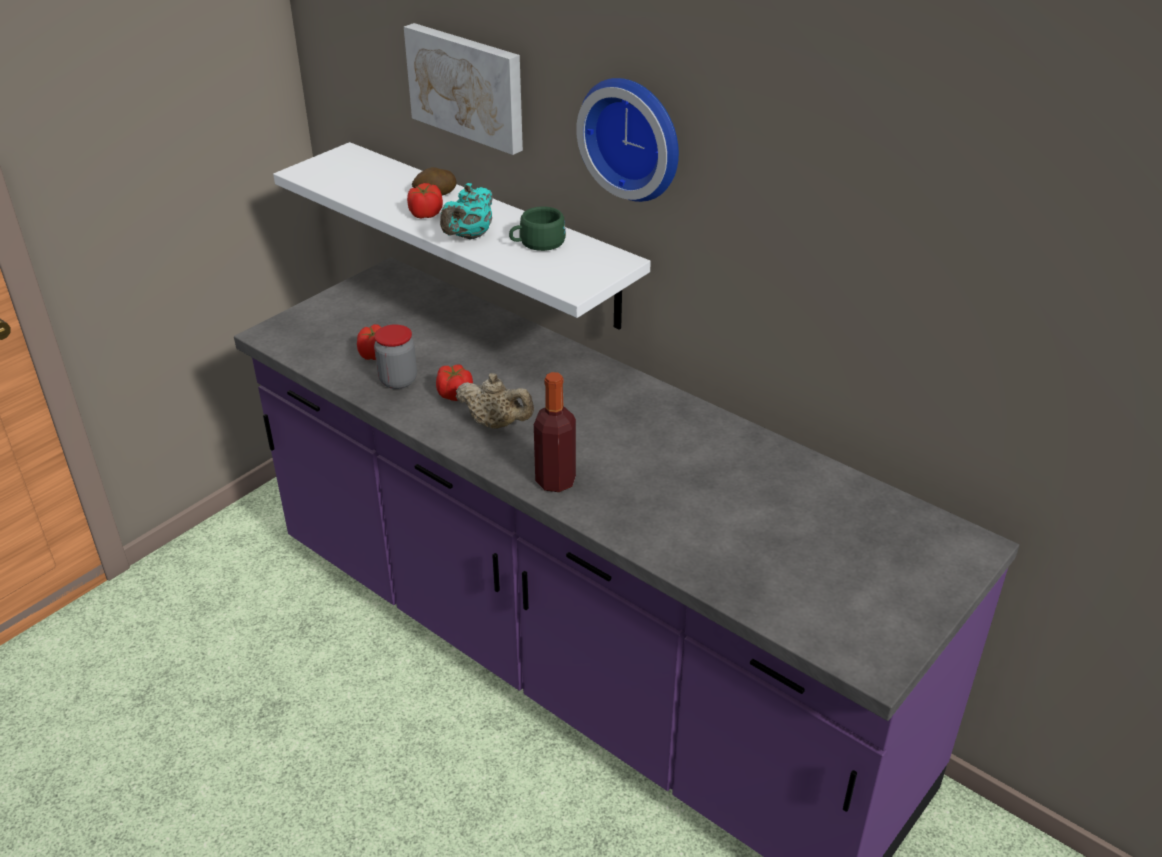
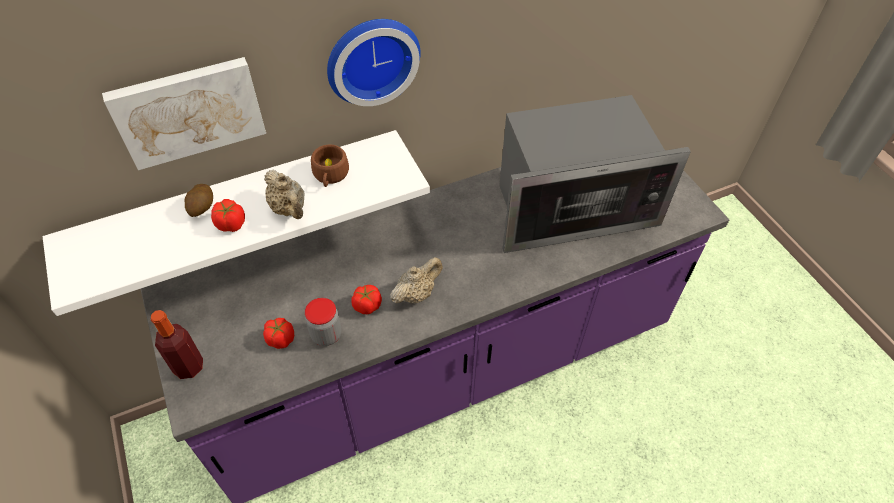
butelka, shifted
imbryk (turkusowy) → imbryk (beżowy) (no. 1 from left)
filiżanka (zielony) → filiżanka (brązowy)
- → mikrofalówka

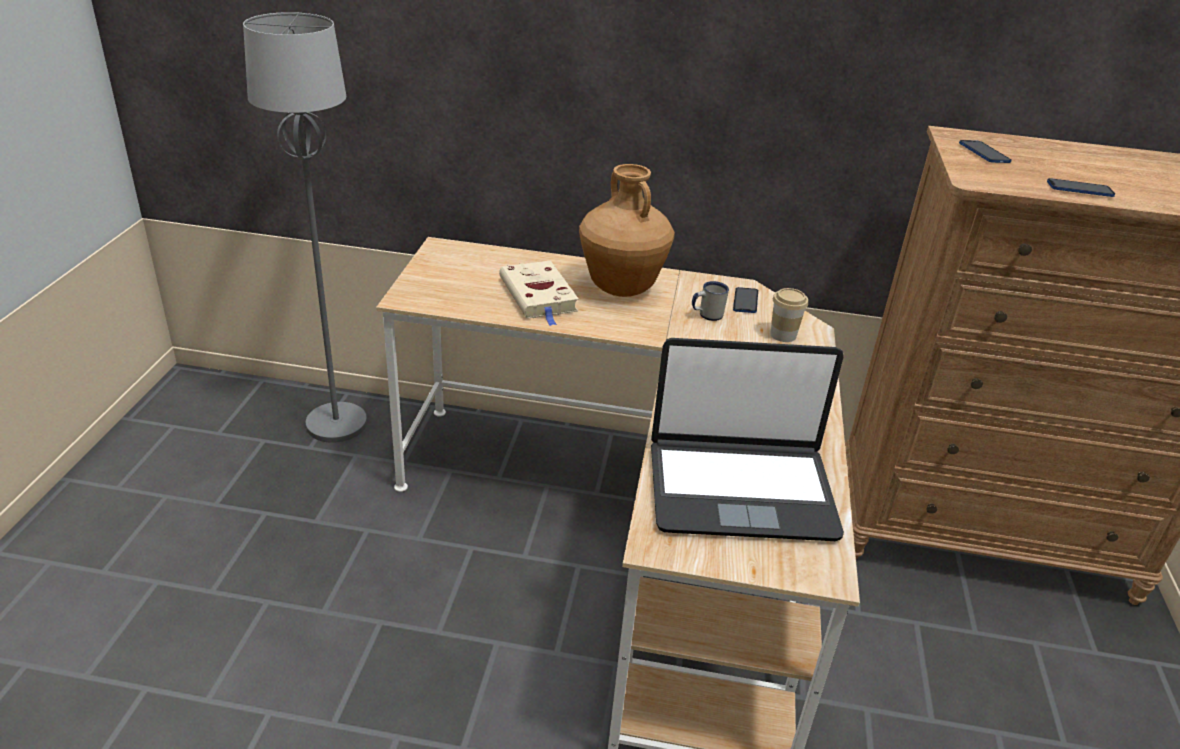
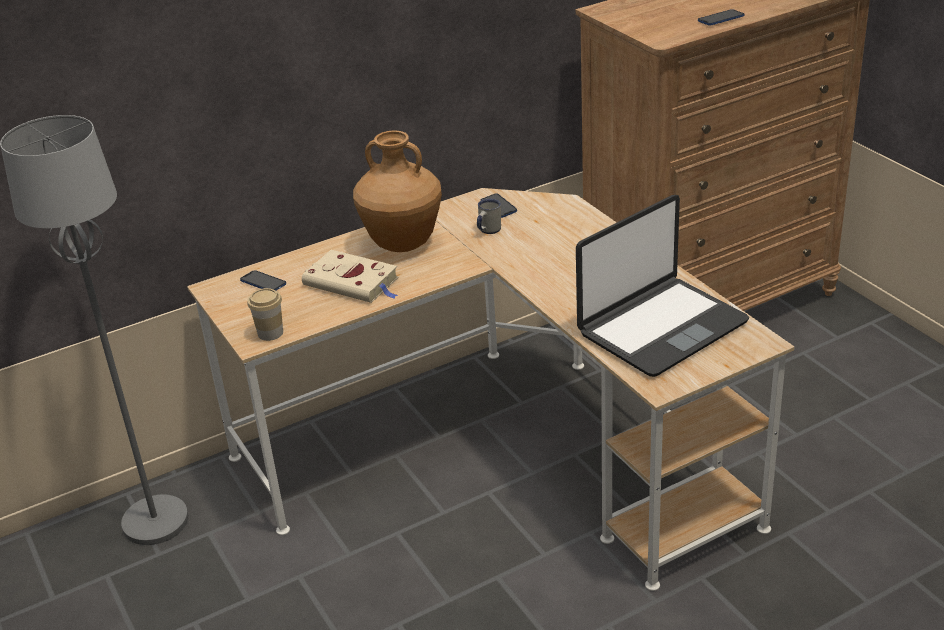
telefon (no. 2 from left in the first image) → telefon (no. 1 from left), shifted
filiżanka, shifted

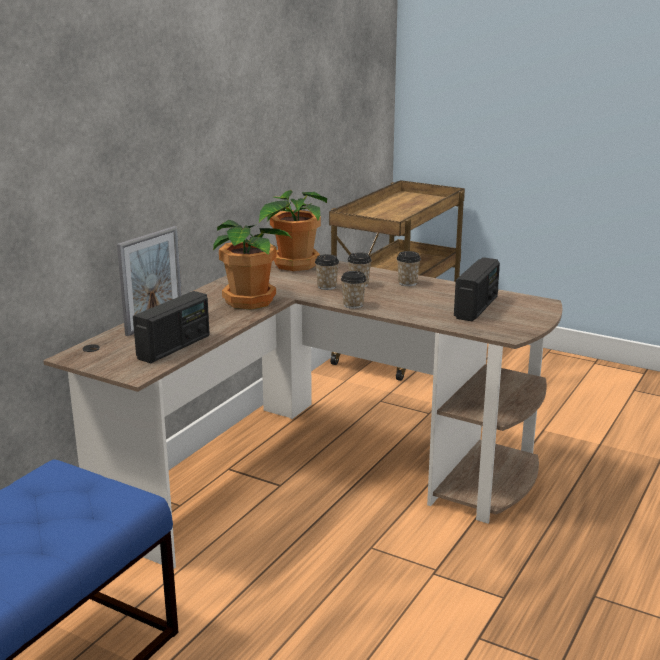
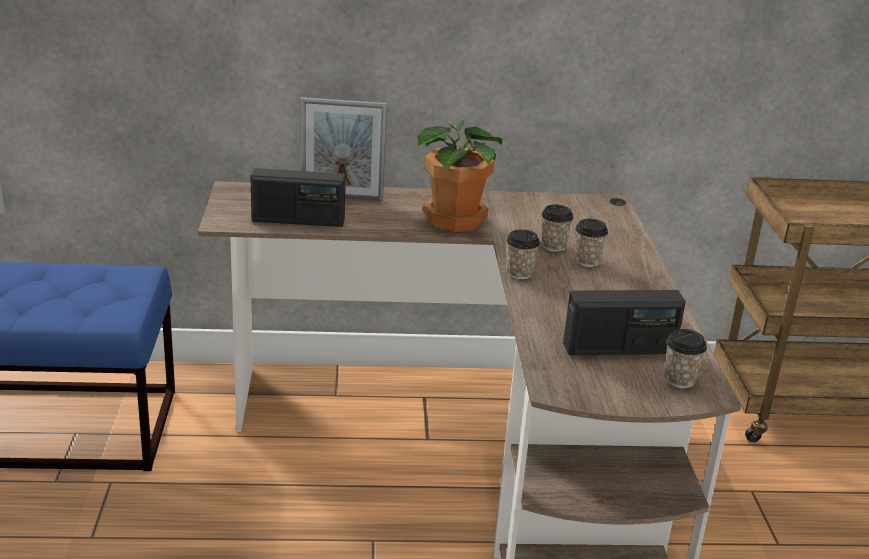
filiżanka (no. 4 from left), shifted
roślina doniczkowa (no. 2 from left) → -

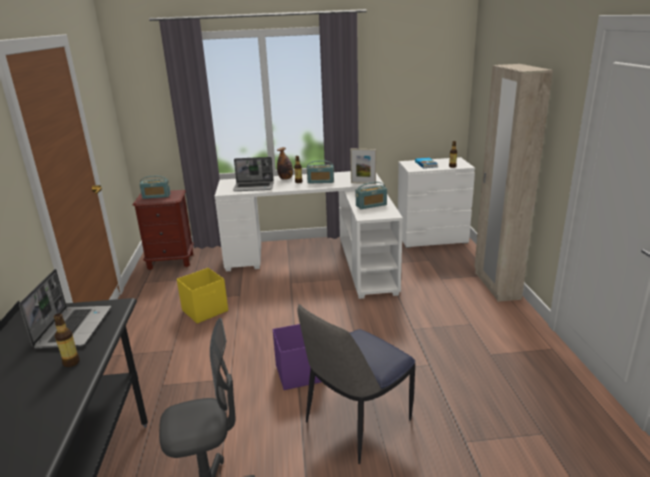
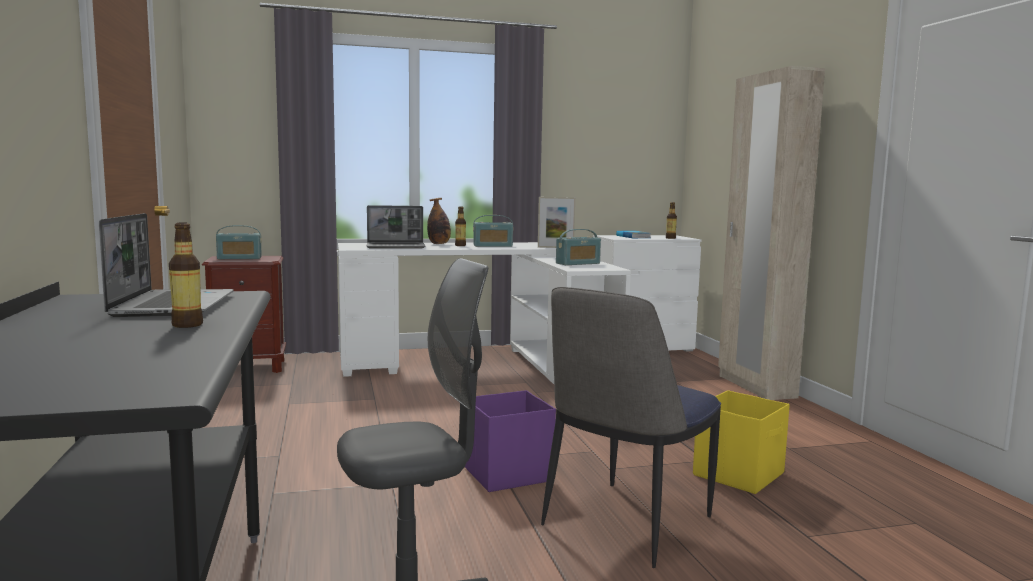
pojemnik do przechowywania (żółty), shifted

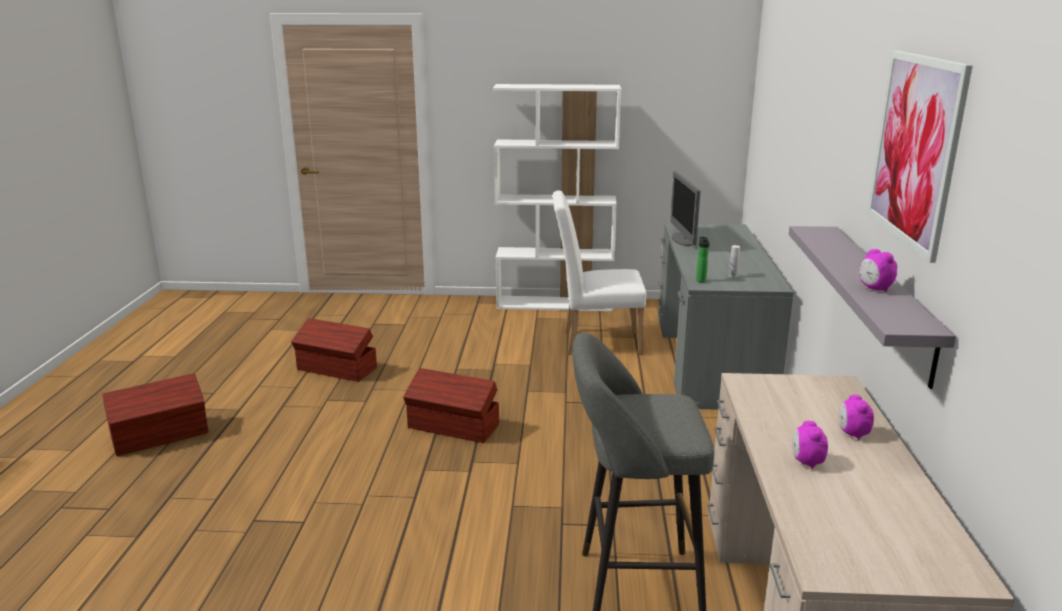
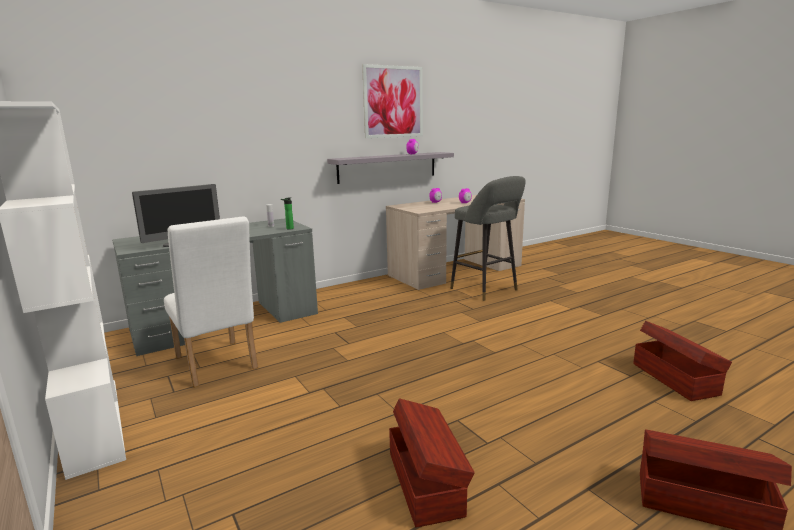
pojemnik do przechowywania (brązowy) (no. 3 from left in the first image) → pojemnik do przechowywania (brązowy) (no. 2 from left), shifted

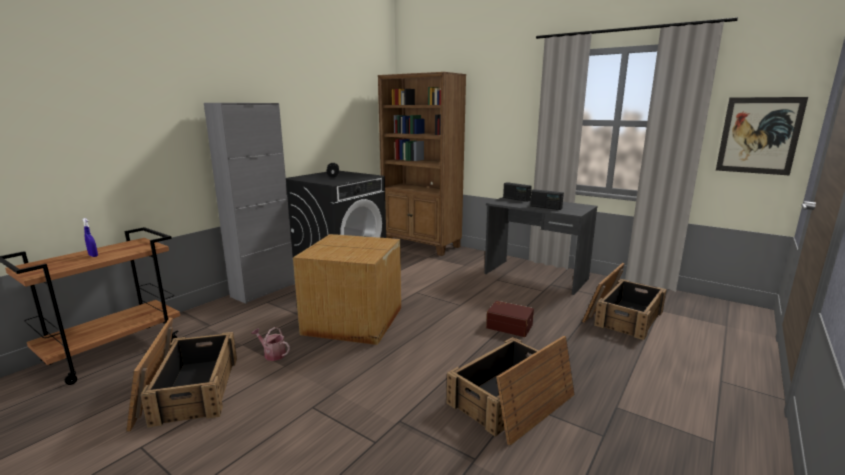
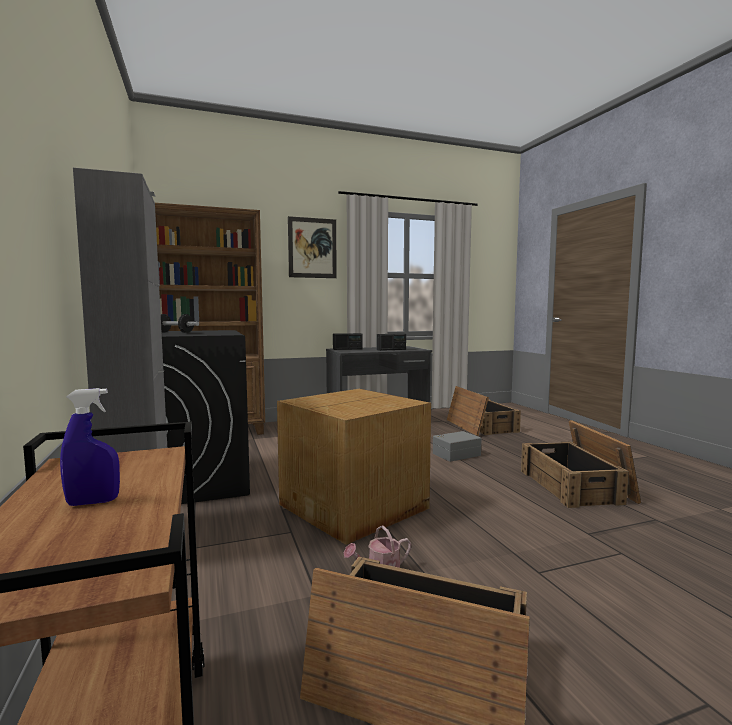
obraz, shifted
pojemnik do przechowywania (brązowy) → pojemnik do przechowywania (szary)

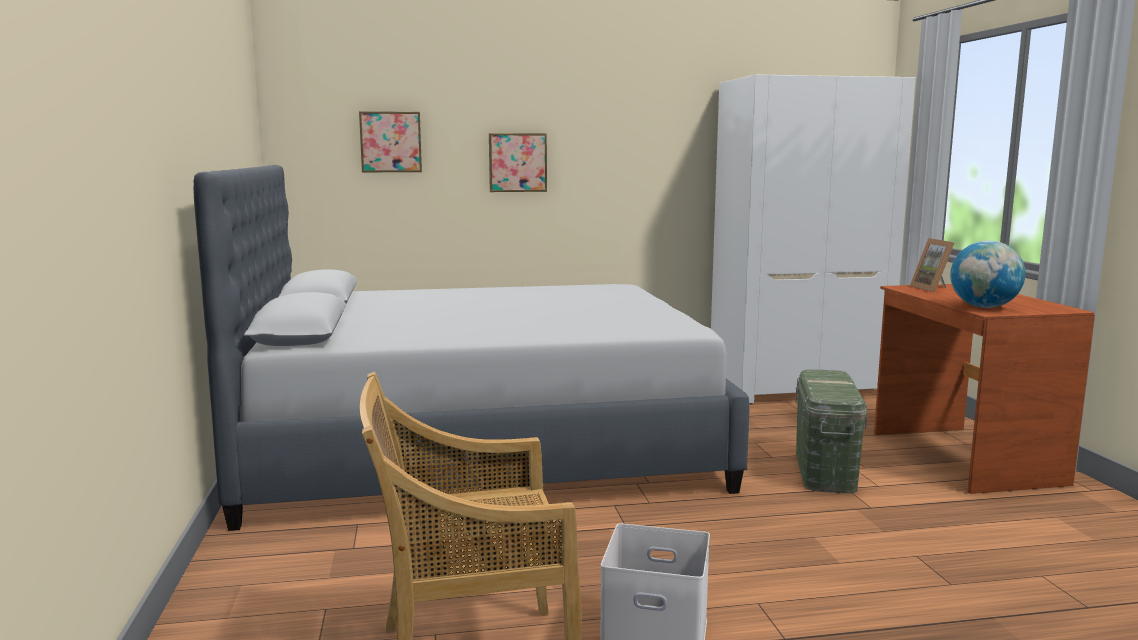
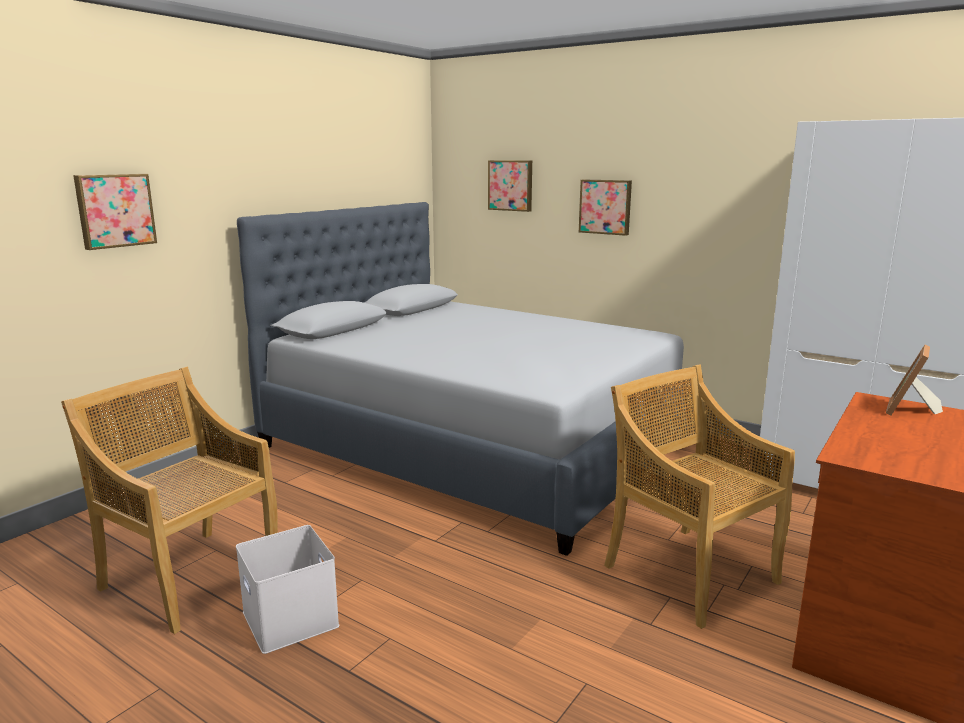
- → obraz (no. 1 from left)
pojemnik do przechowywania (zielony) → krzesło (beżowy) (no. 2 from left)
globus → -

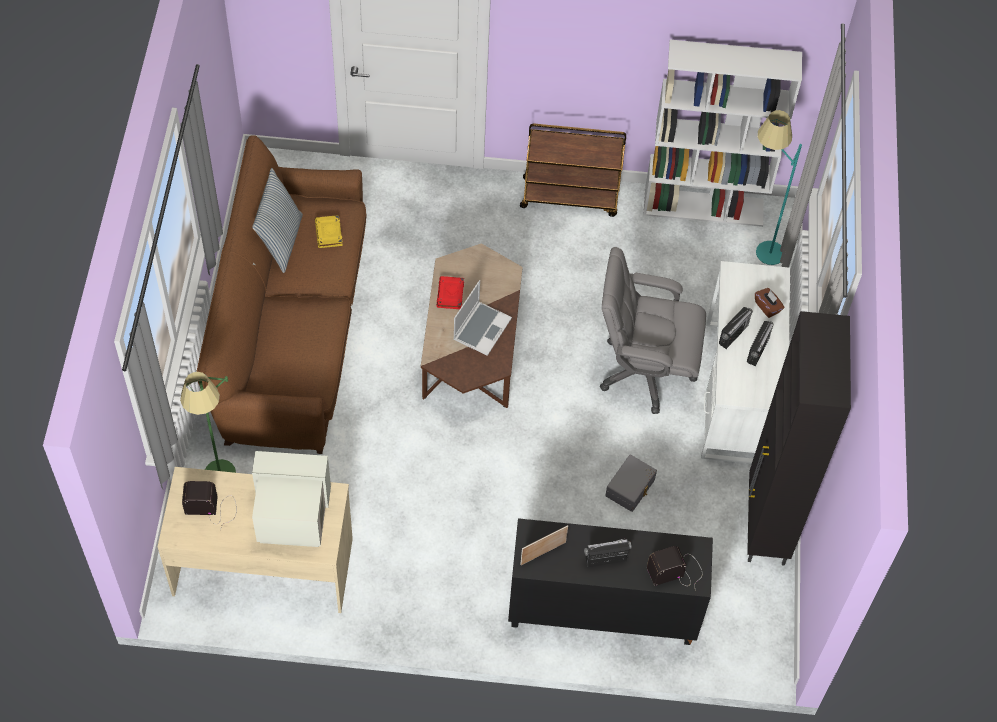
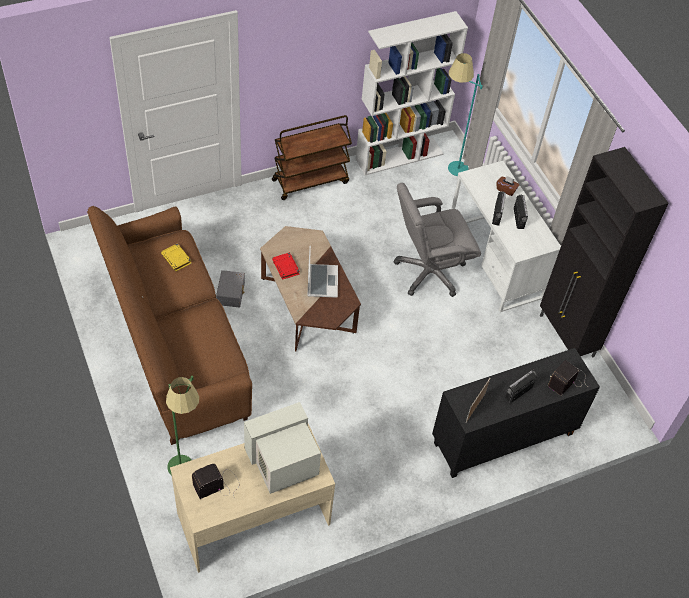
pojemnik do przechowywania (szary), shifted
poduszka → -

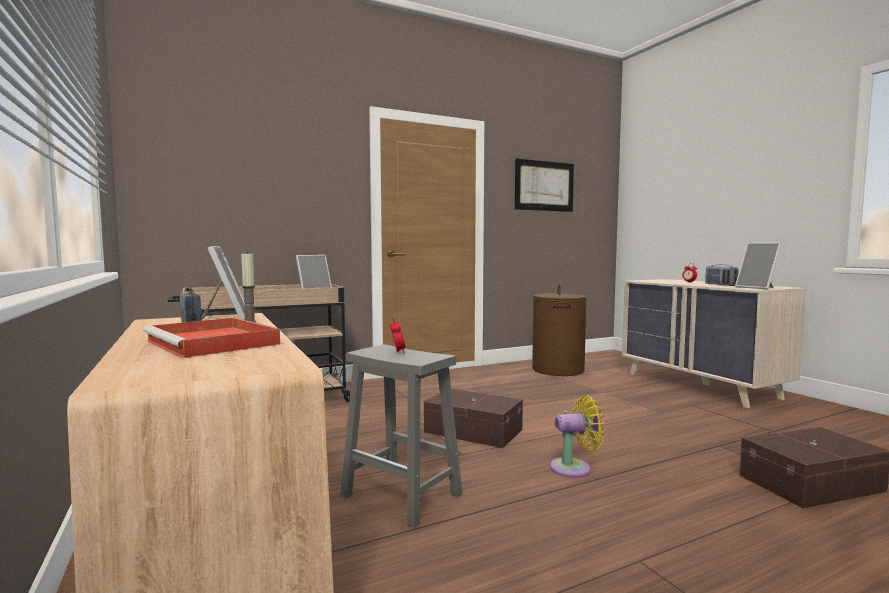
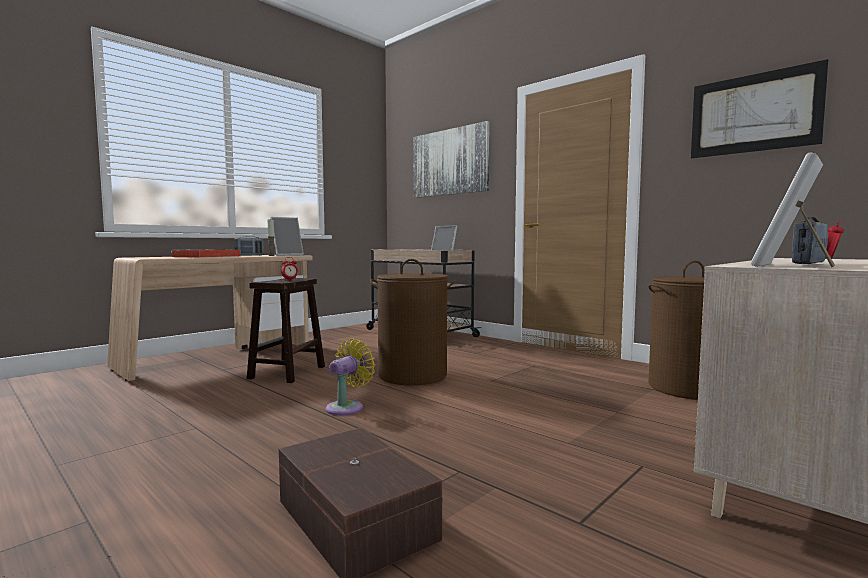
stołek (szary) → stołek (brązowy)
wentylator (żółty), 120 degrees counterclockwise
pojemnik do przechowywania (brązowy) (no. 1 from left) → kosz na pranie (brązowy) (no. 1 from left)
- → obraz (no. 1 from left)

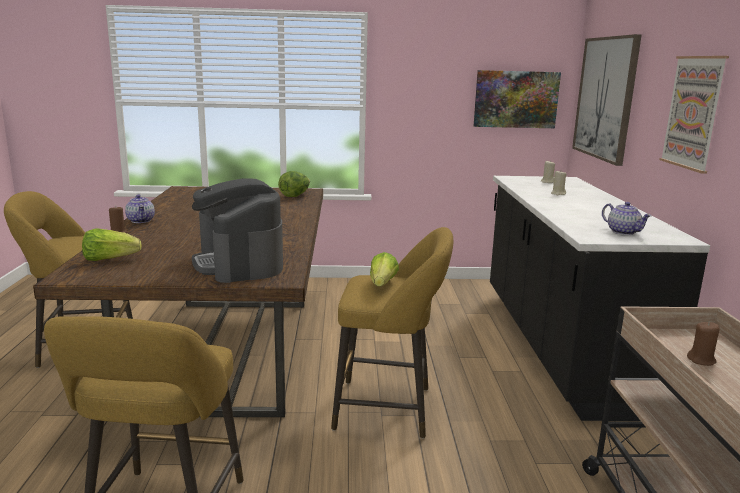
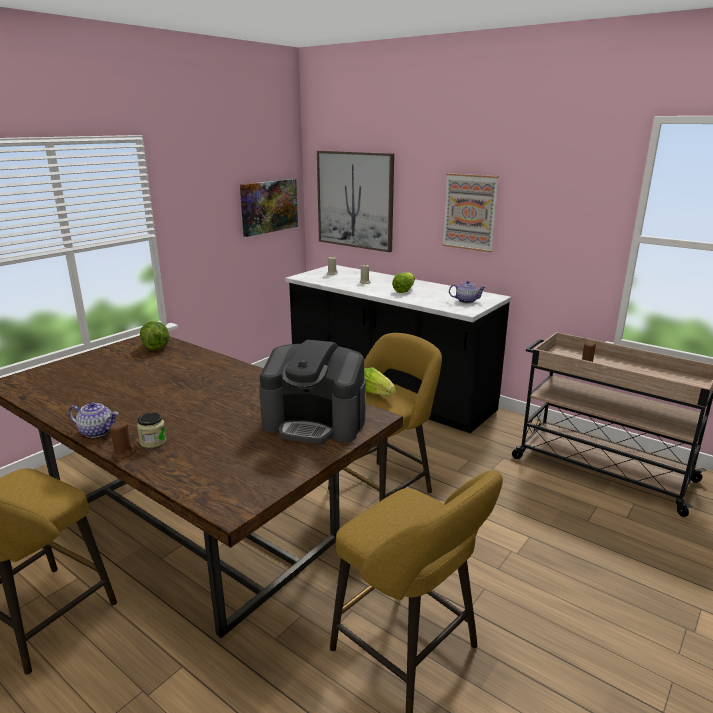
- → słoik
sałata (no. 1 from left in the first image) → sałata (no. 3 from left), shifted

